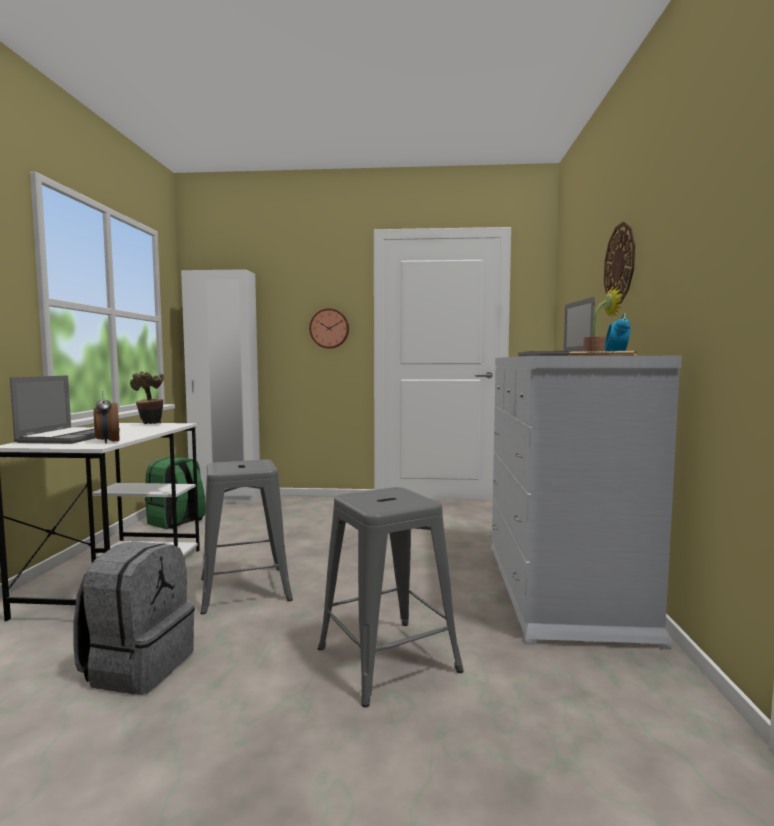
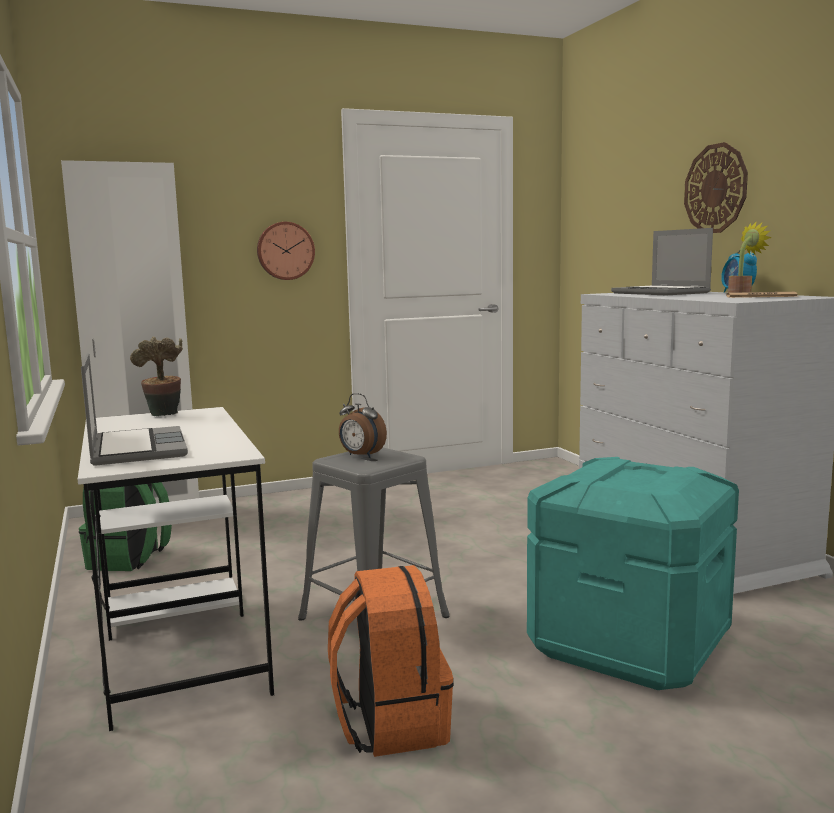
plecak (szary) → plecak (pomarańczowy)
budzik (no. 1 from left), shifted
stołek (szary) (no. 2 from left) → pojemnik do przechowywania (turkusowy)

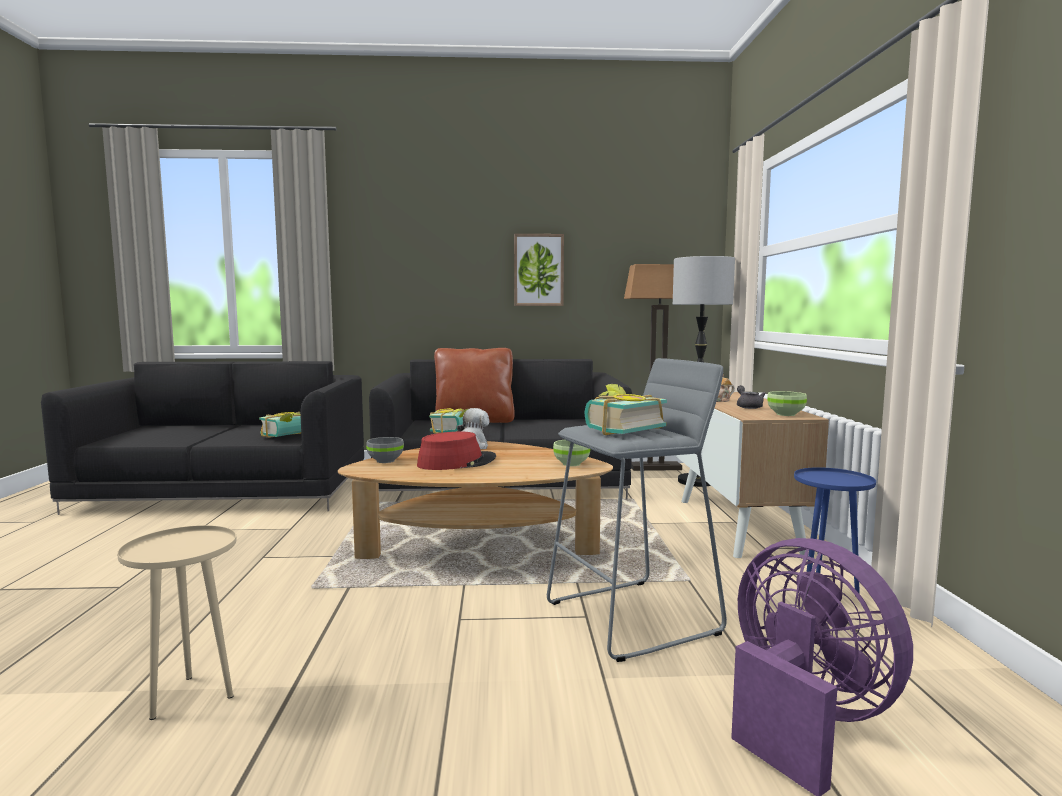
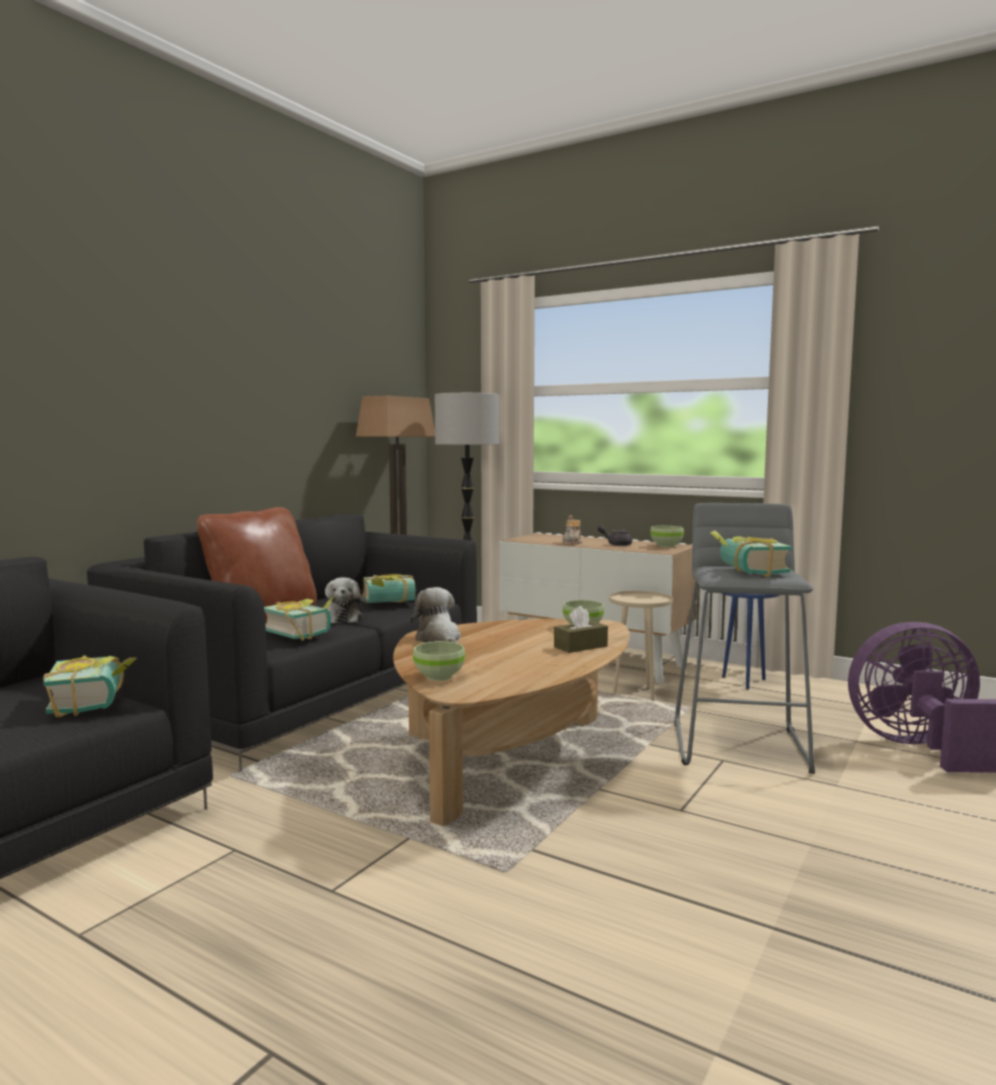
- → pluszak (no. 1 from left)
- → książka (no. 3 from left)
miska (szary) → miska (zielony) (no. 1 from left)
- → pudełko chusteczek (brązowy)
stolik (beżowy), shifted
kapelusz (czerwony) → -
obraz → -

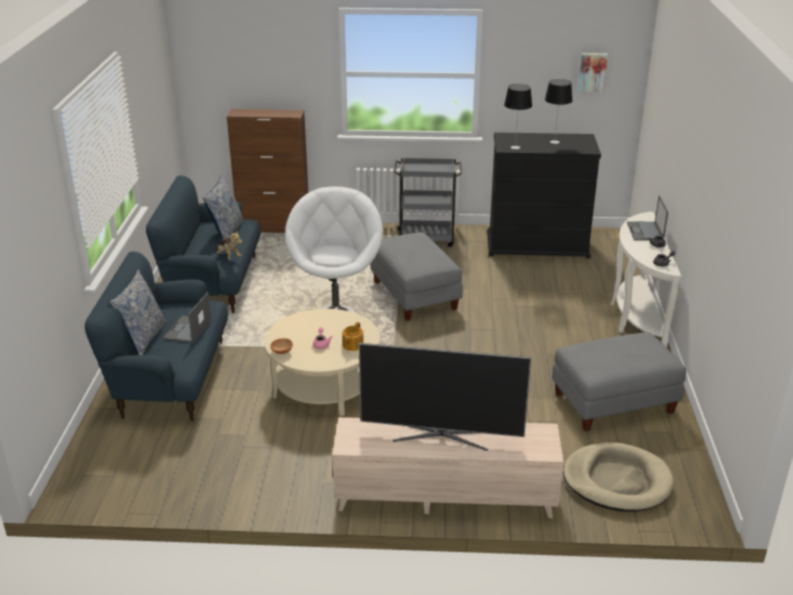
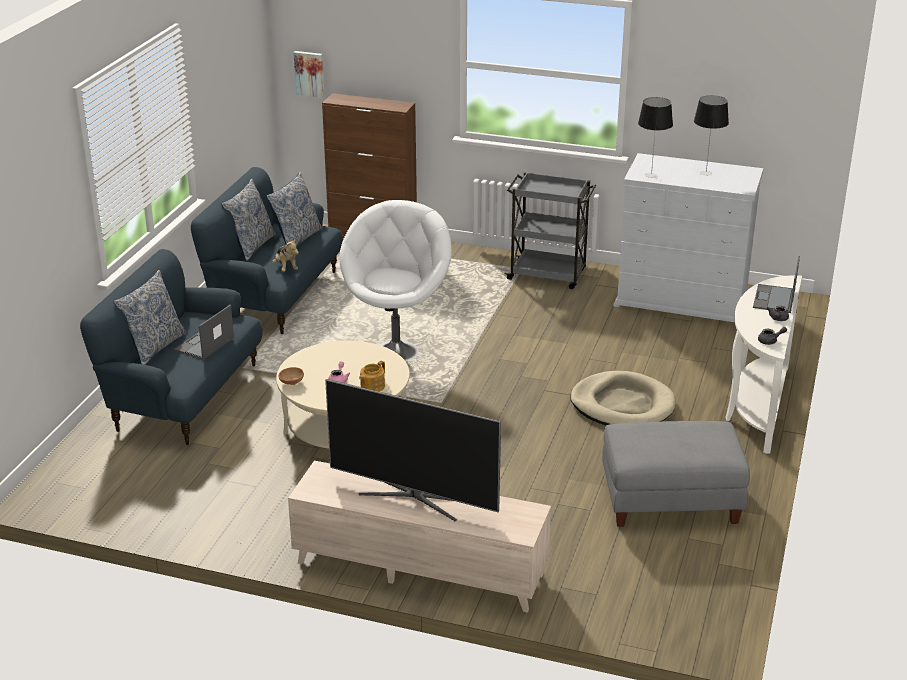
- → poduszka (no. 2 from left)
obraz, shifted
legowisko (beżowy), shifted
komoda (czarny) → komoda (biały)
pufa (szary) (no. 1 from left) → -

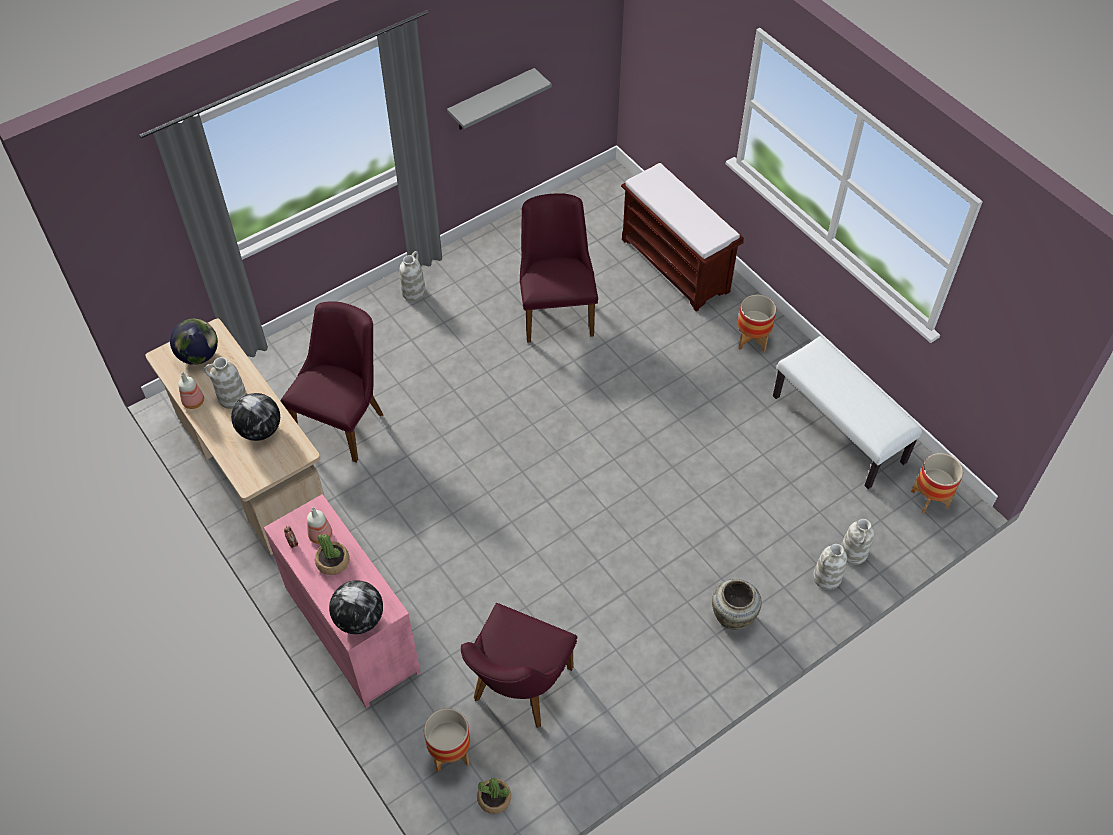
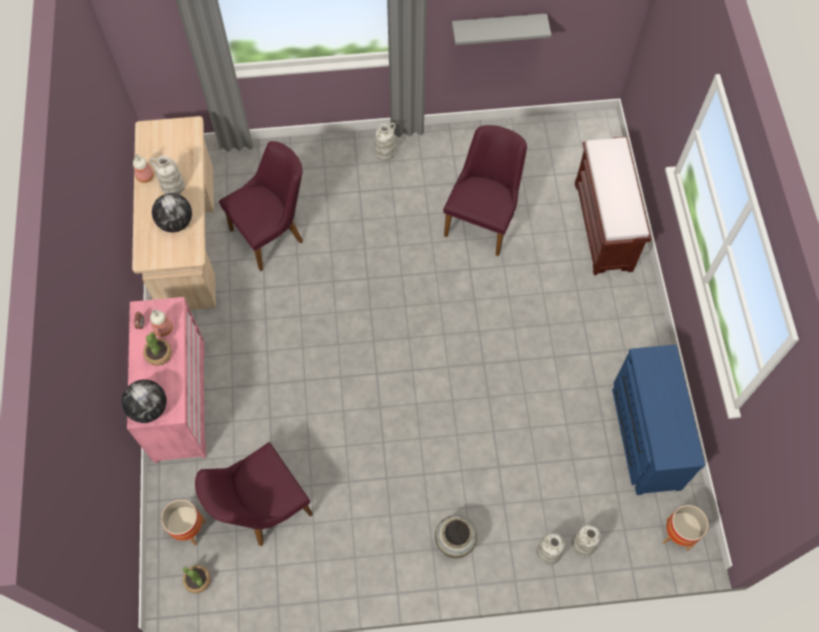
ławka (biały) → komoda (niebieski)
globus (no. 1 from left) → -
donica (no. 2 from left) → -

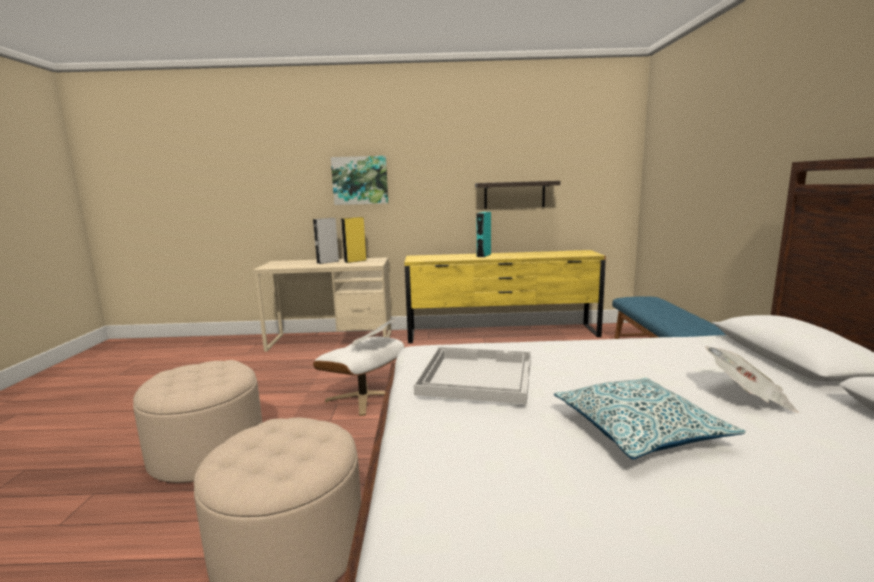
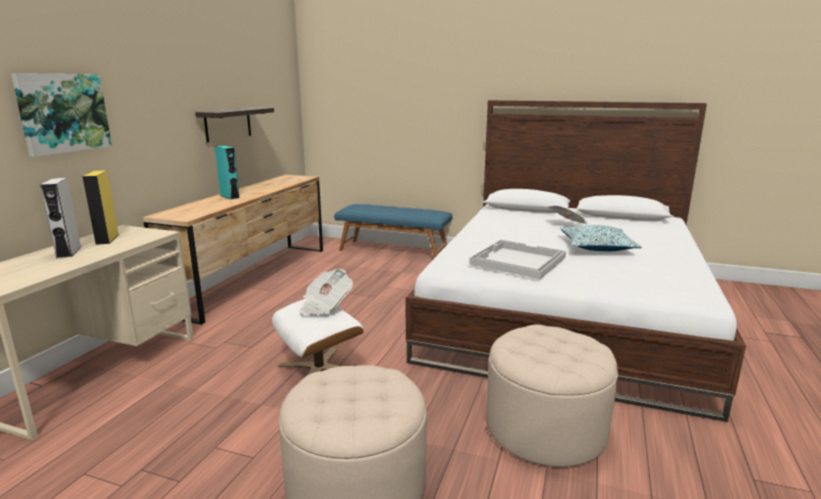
komoda (żółty) → komoda (brązowy)

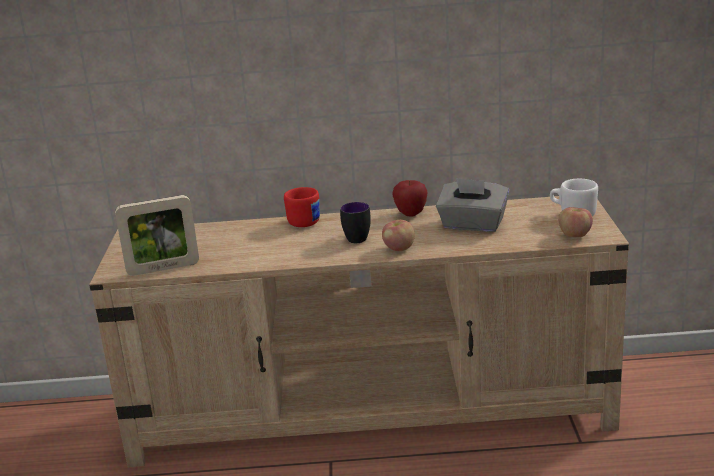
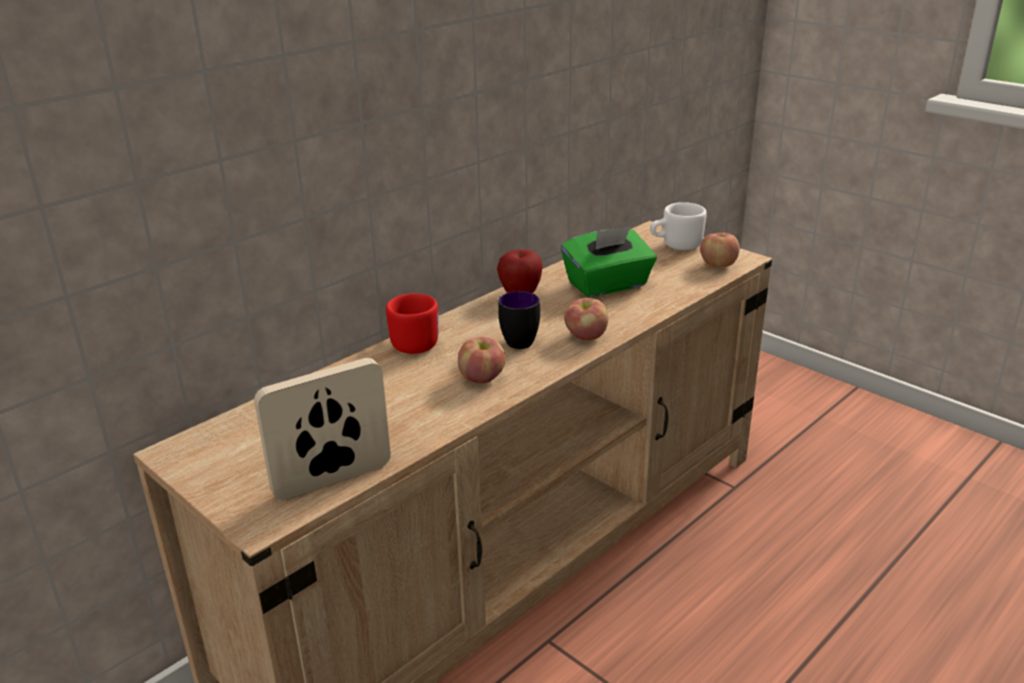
ramka na zdjęcie, 150 degrees counterclockwise
- → jabłko (no. 1 from left)
pudełko chusteczek (szary) → pudełko chusteczek (zielony)

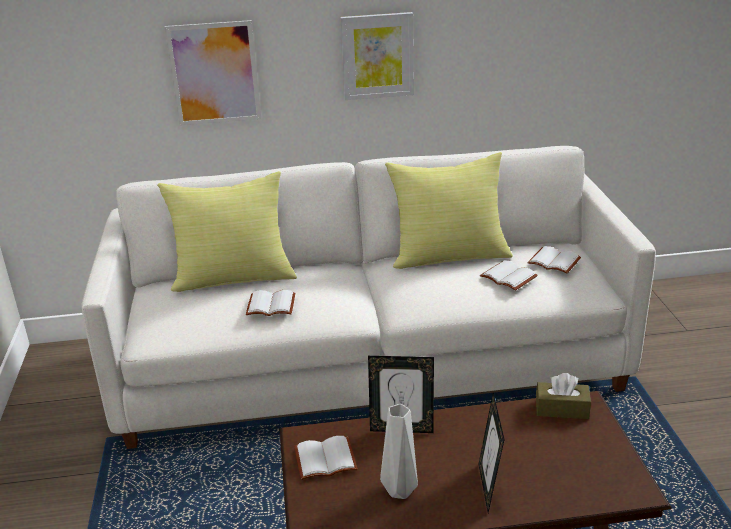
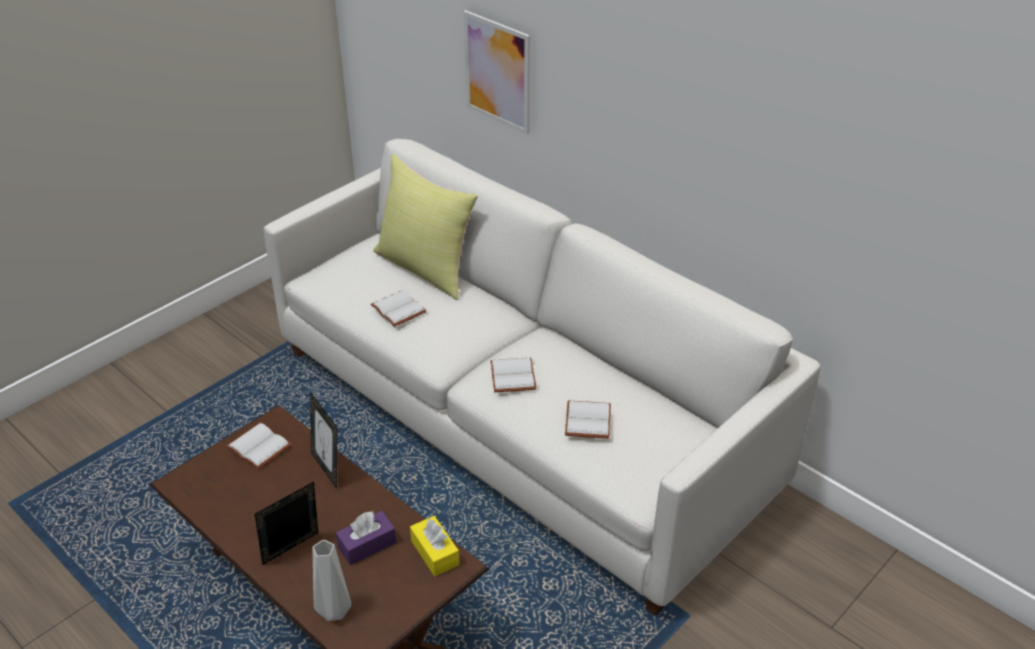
wazon (szary), shifted
- → pudełko chusteczek (fioletowy)
pudełko chusteczek (brązowy) → pudełko chusteczek (żółty)
książka (biały) (no. 4 from left in the first image) → książka (biały) (no. 3 from left), shifted
obraz (no. 2 from left) → -
poduszka (żółty) (no. 2 from left) → -

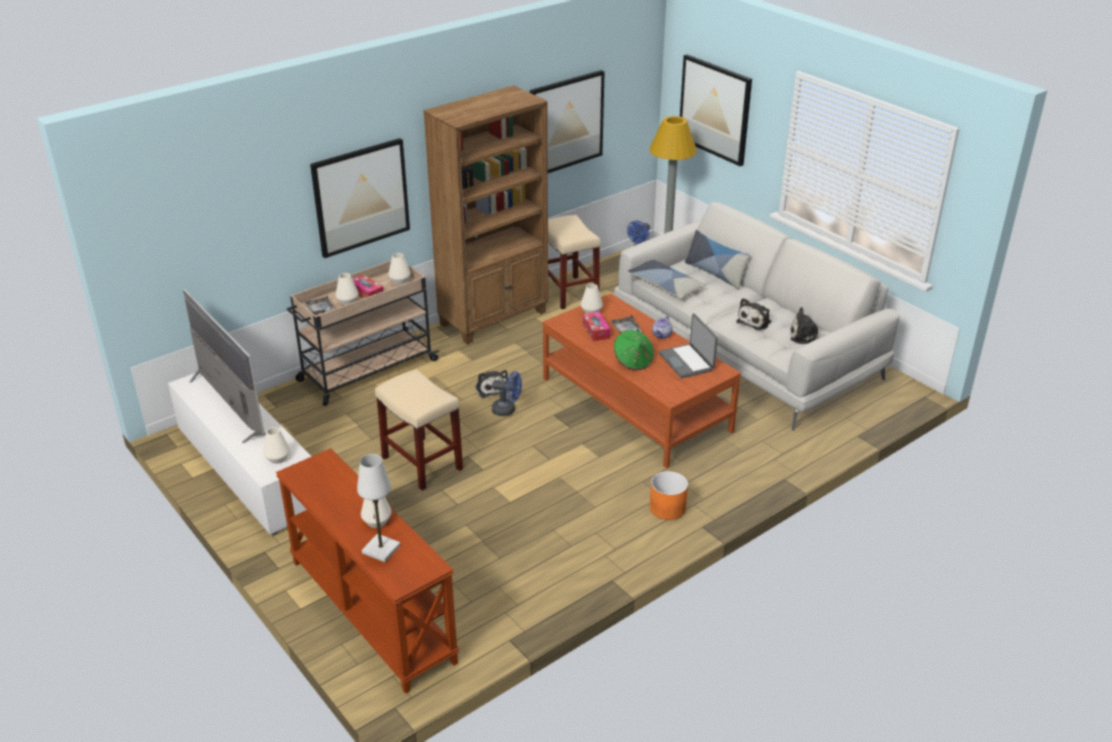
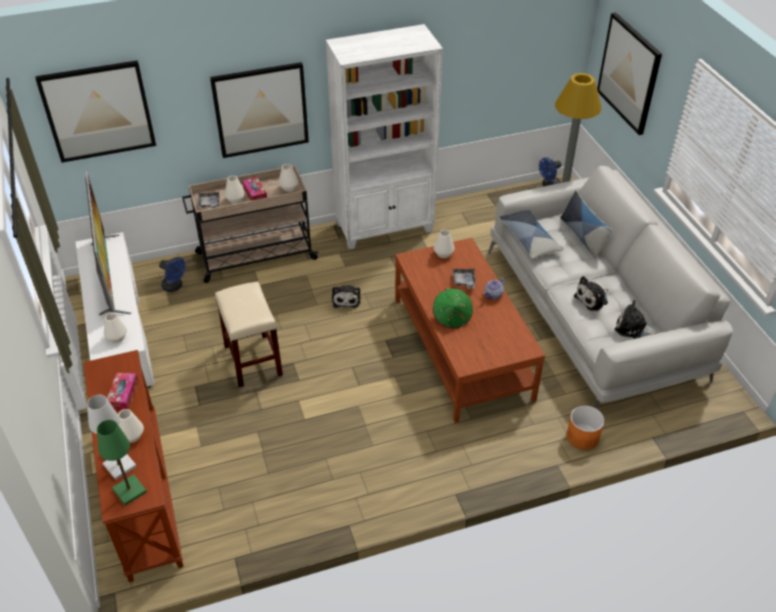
obraz (no. 2 from left in the first image) → obraz (no. 1 from left), shifted
- → lampa stołowa (zielony)
pudełko chusteczek (no. 2 from left in the first image) → pudełko chusteczek (no. 1 from left), shifted
wentylator (niebieski) (no. 1 from left), shifted
regał (brązowy) → regał (biały)
donica (pomarańczowy), shifted
stołek (beżowy) (no. 2 from left) → -
laptop → -

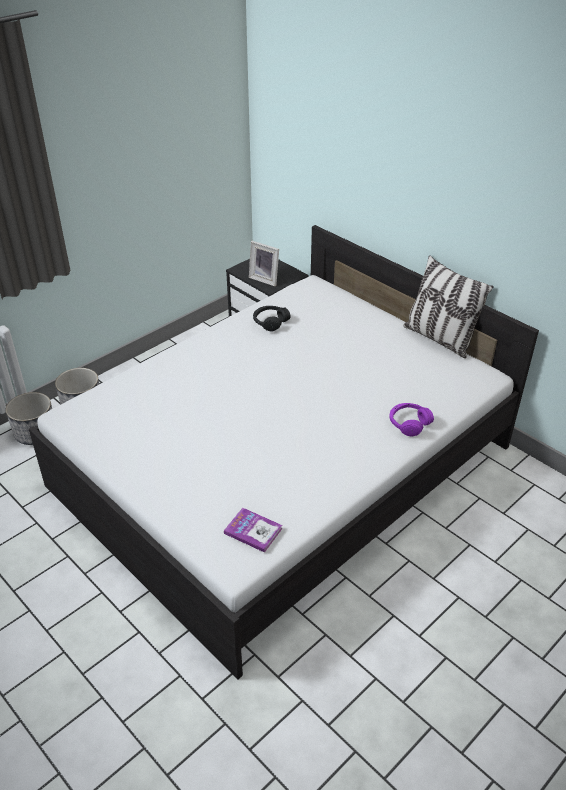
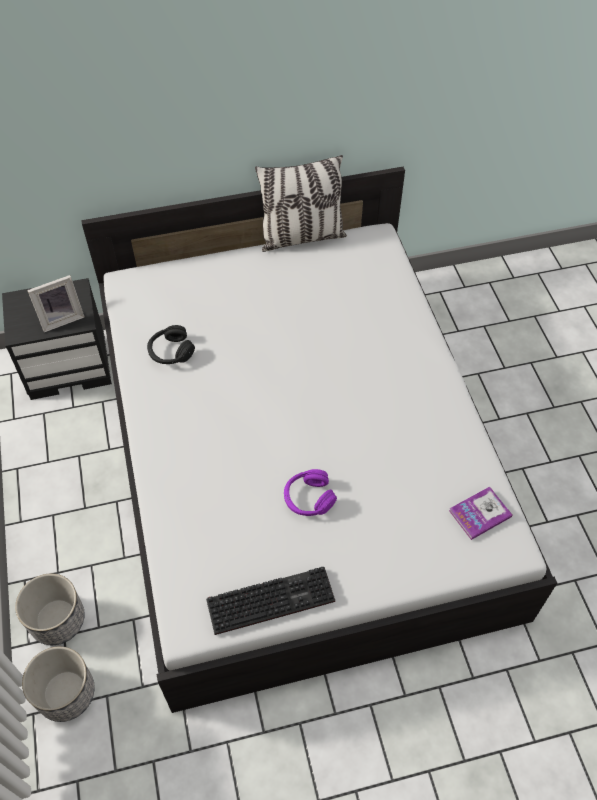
- → klawiatura
słuchawki (fioletowy), shifted

